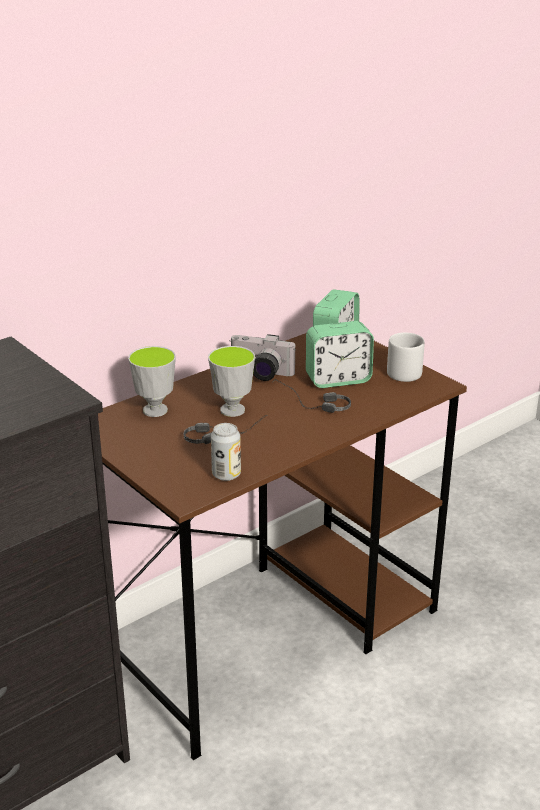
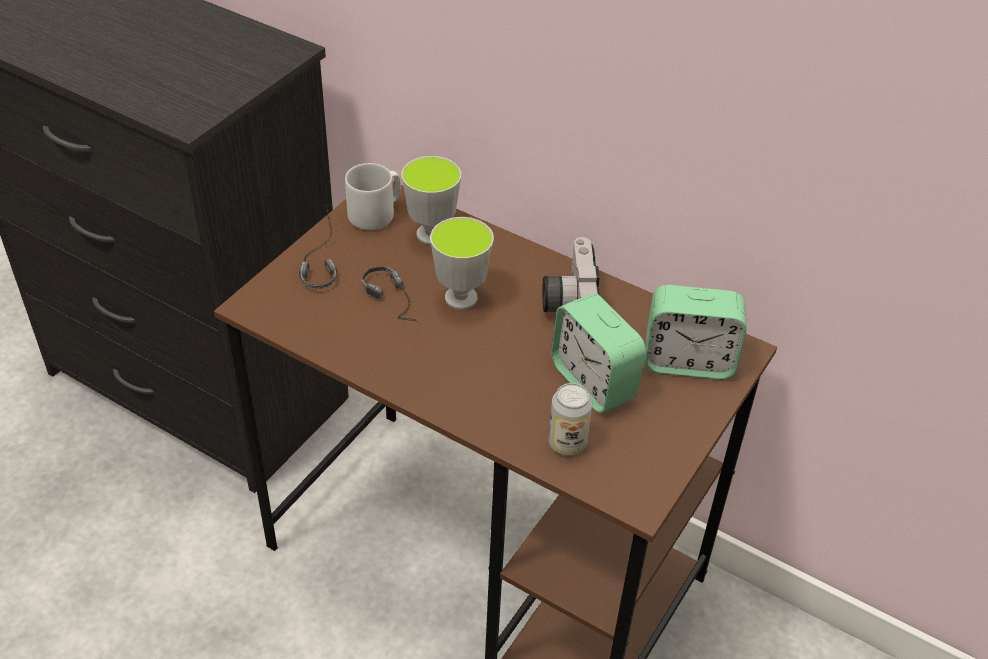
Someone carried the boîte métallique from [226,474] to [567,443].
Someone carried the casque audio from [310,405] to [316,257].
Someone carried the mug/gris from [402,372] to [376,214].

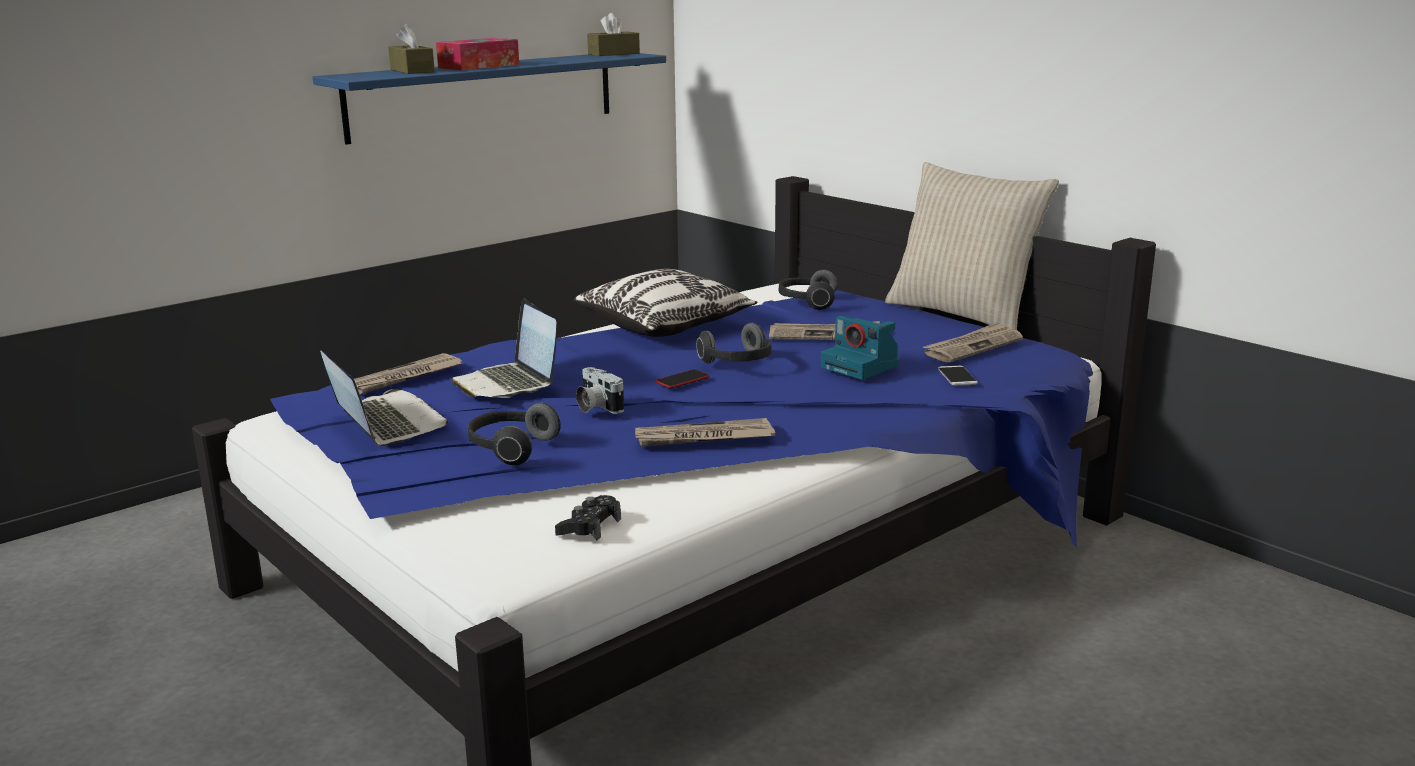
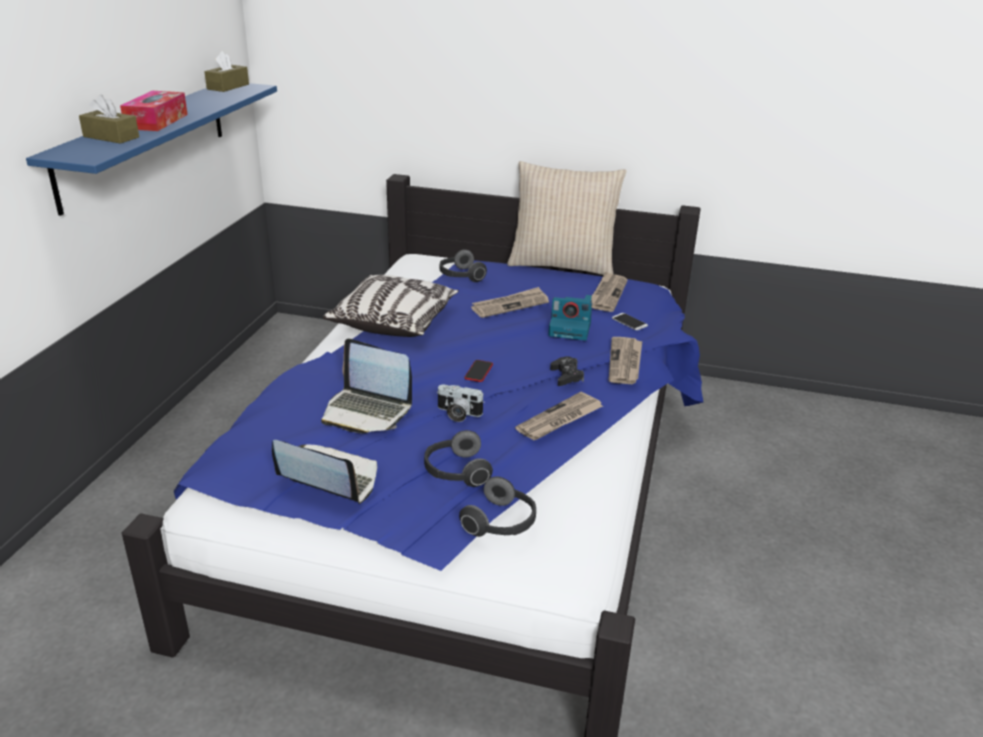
Someone carried the journal from [404,378] to [625,362].
Someone carried the manette/noir from [589,526] to [566,376].
Someone carried the casque audio from [738,363] to [501,524].

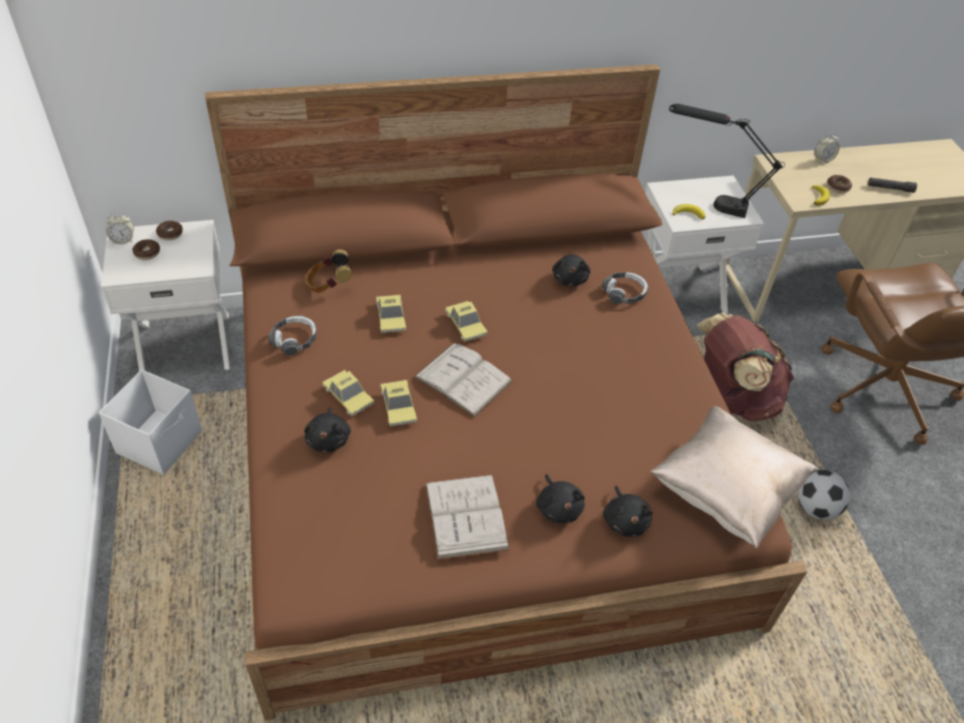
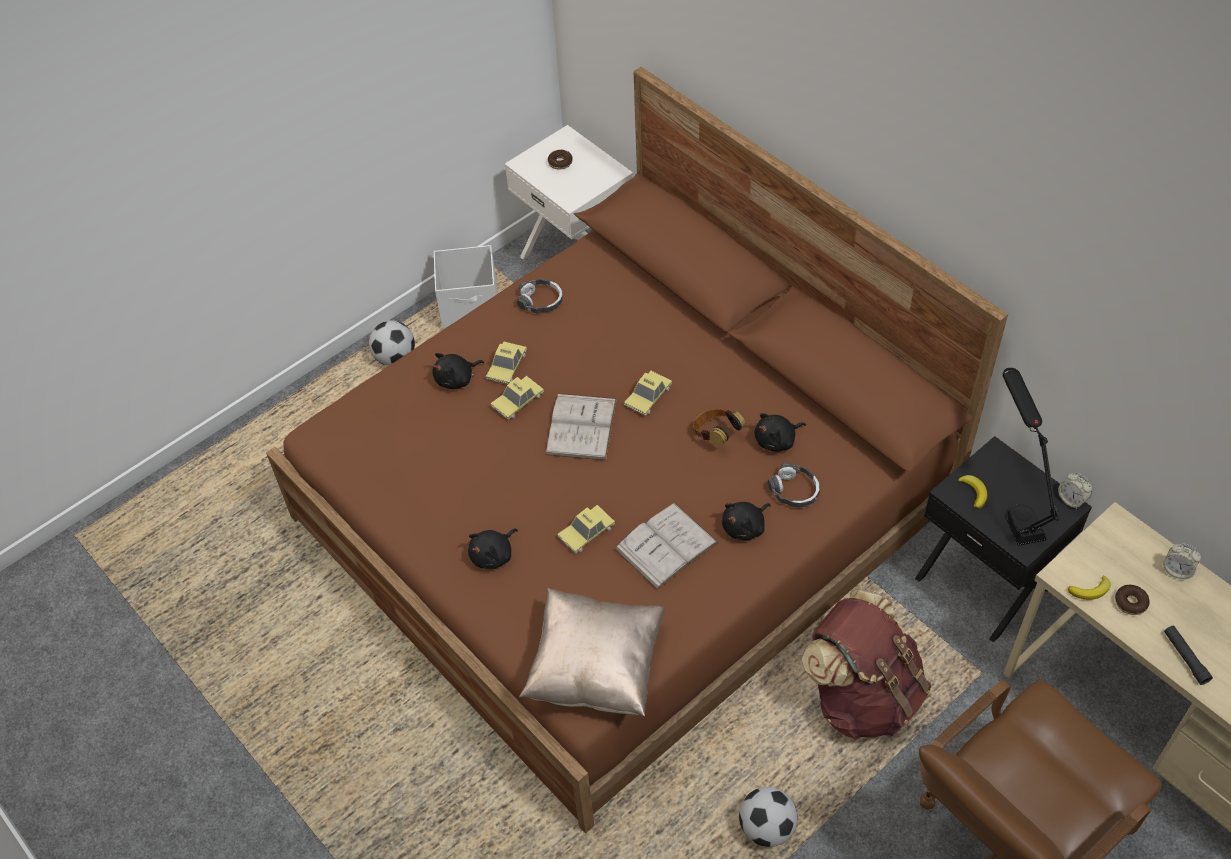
Someone took away the beignet at [170,234].
Someone put down the ballon de foot at [395,358].
Someone carried the réveil from [123,240] to [1071,499].
Someone carried the casque audio from [328,285] to [715,435].
Someone carried the petite voiture from [391,317] to [586,532].
Someone carried the livre/blanc from [466,516] to [666,545].
Someone carried the peluche/noir from [625,520] to [745,527].
Someone repainted the table de chevet/blanc at [678,291], which became the table de chevet/noir at [985,581].

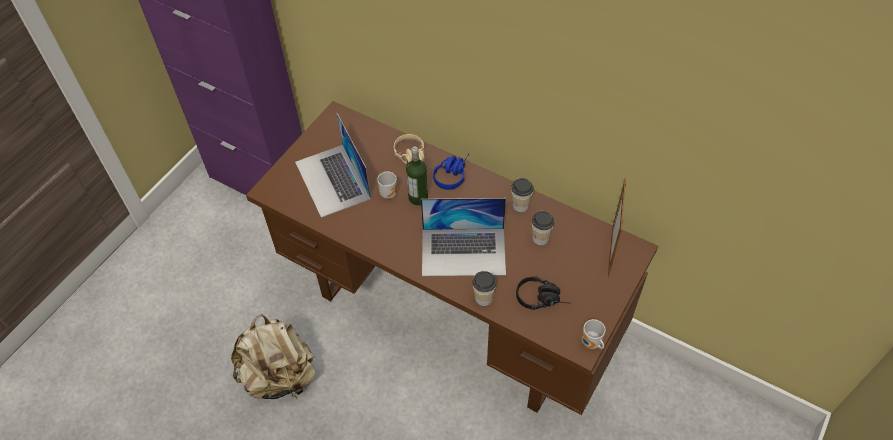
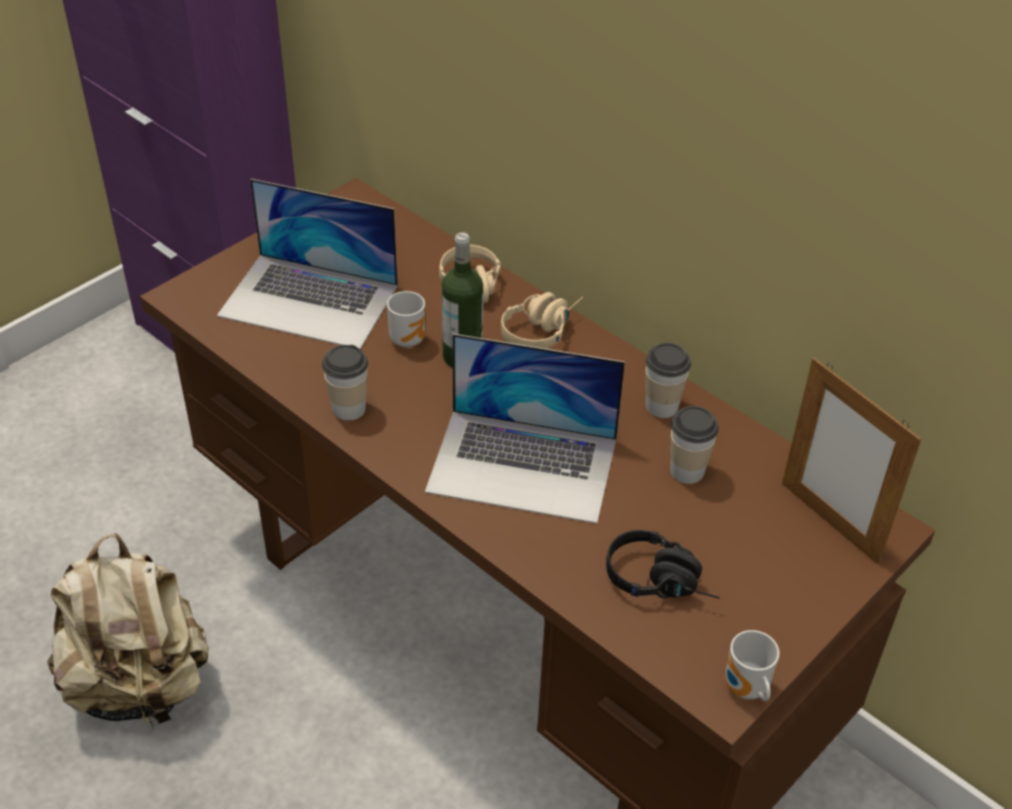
Someone carried the tasse from [483,298] to [348,408].
Someone repainted the casque audio/bleu at [452,174], which became the casque audio/beige at [542,329].
Someone rotated the ordinateur portable at [333,180] by 60 degrees counterclockwise.
Someone rotated the cadre photo at [610,252] by 60 degrees counterclockwise.

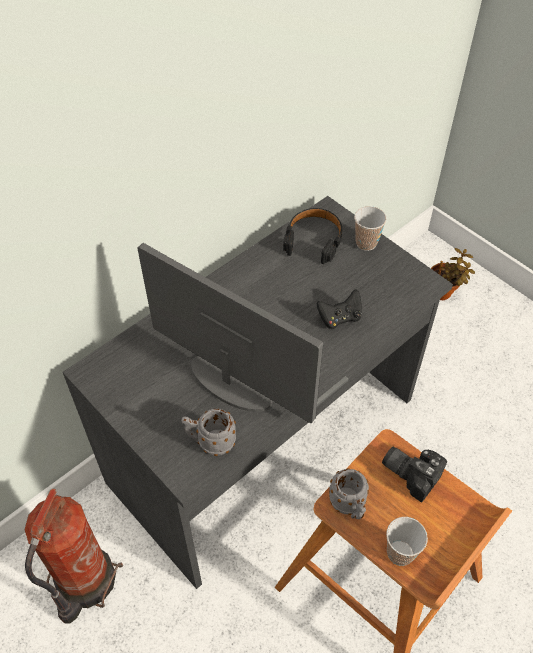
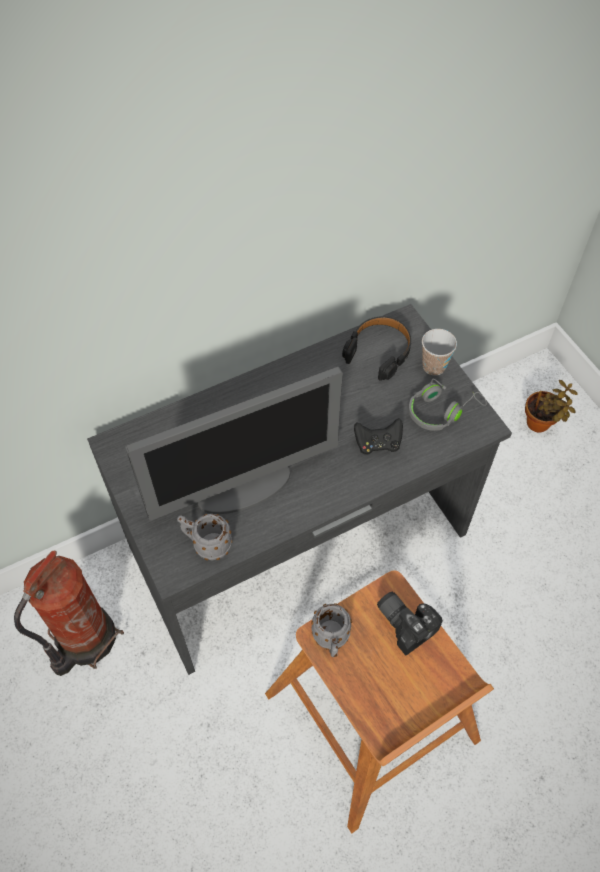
Someone took away the tasse at [400,553].
Someone put down the casque audio/gris at [441,411].
Someone rotated the écran d'ordinateur at [230,382] by 105 degrees clockwise.

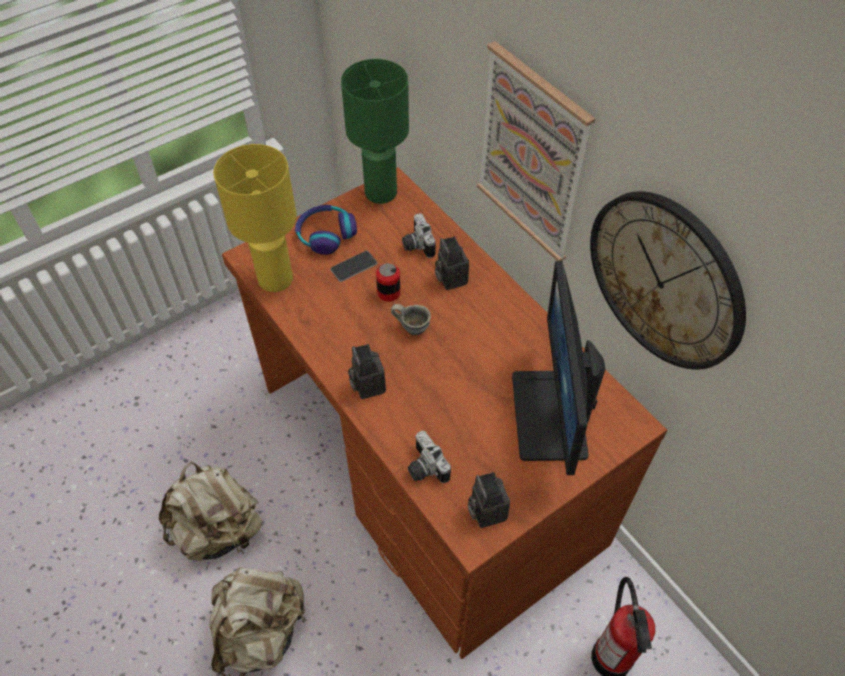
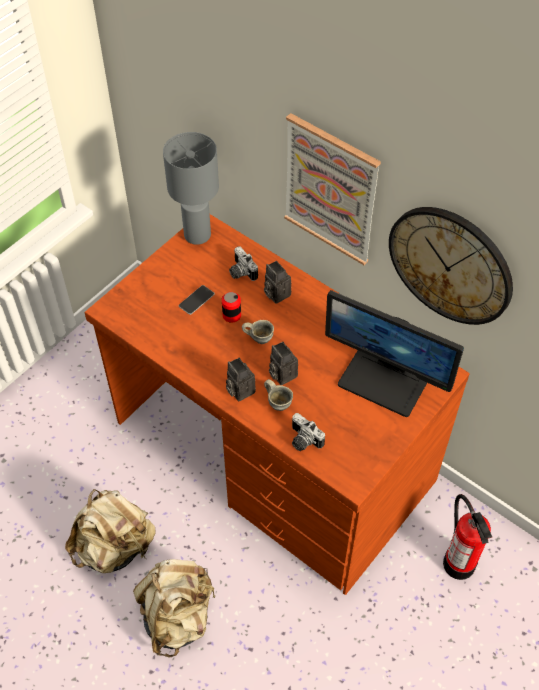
Someone took away the lampe de table/jaune at [275,278].
Someone took away the casque audio at [326,234].
Someone put down the mug/gris at [279,403].
Someone carried the appareil photo from [485,510] to [281,374].
Someone repainted the lampe de table/vert at [380,193], which became the lampe de table/gris at [197,235].
Someone rotated the écran d'ordinateur at [551,415] by 45 degrees counterclockwise.

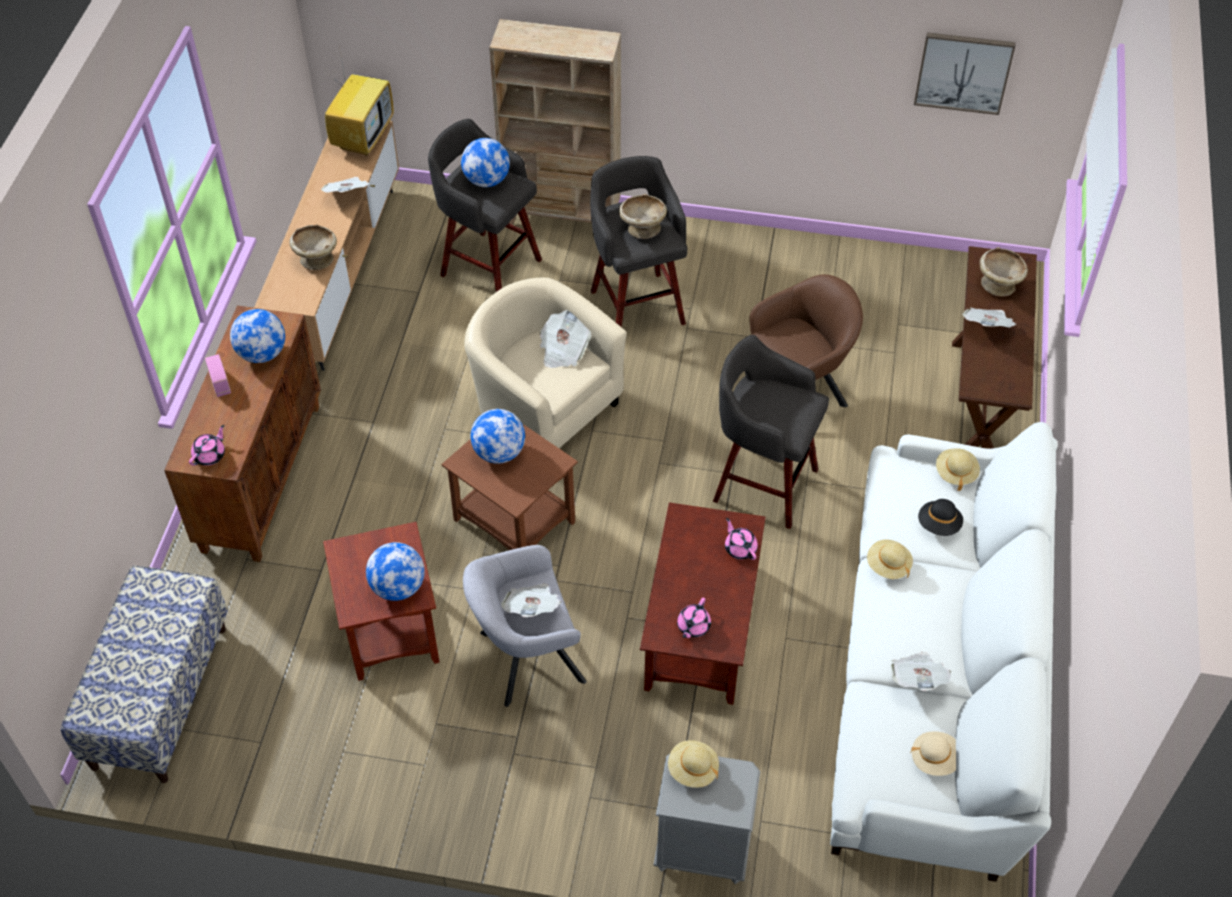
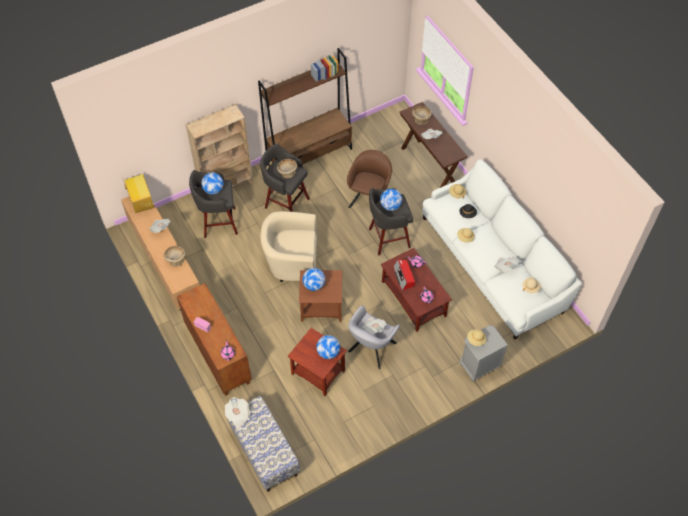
Someone took away the tableau at [963,72].
Someone put down the bibliothèque/marron at [310,156].
Someone put down the radio at [404,277].
Someone carried the globe from [262,354] to [390,206].
Someone carried the journal from [563,350] to [238,415].

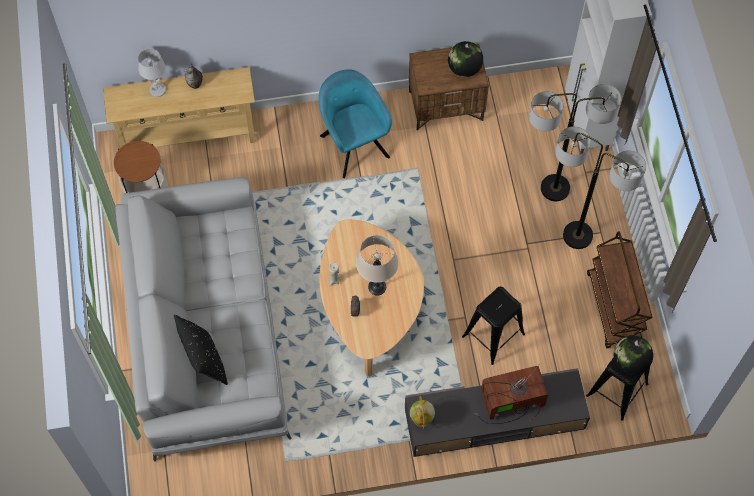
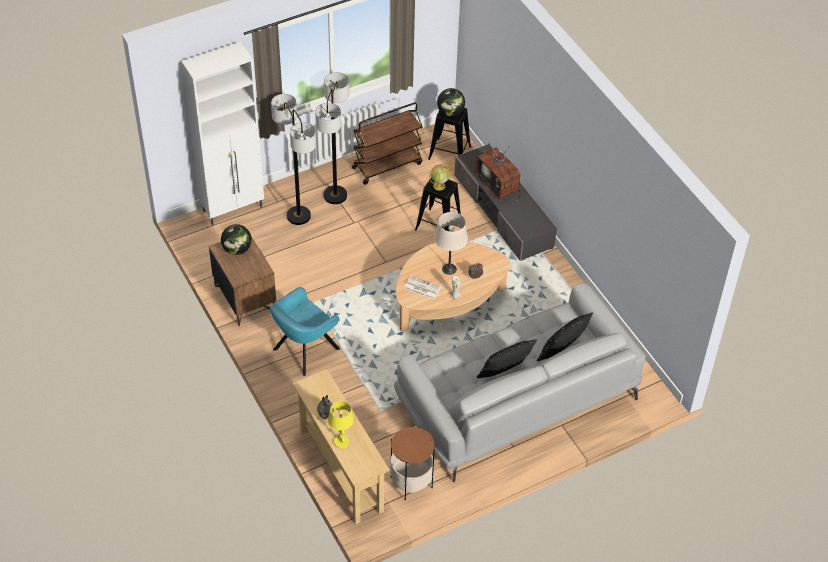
Someone put down the journal at [421,288].
Someone put down the coussin/noir at [504,374].
Someone carried the globe from [421,419] to [439,185].
Someone repainted the lampe de table/blanc at [157,90], which became the lampe de table/jaune at [341,442].

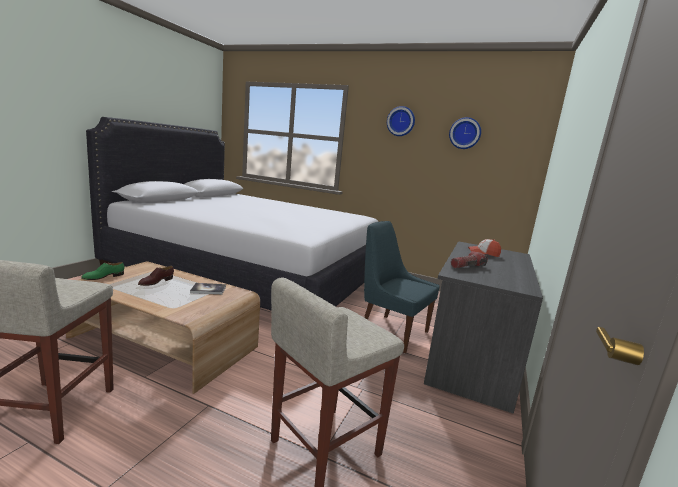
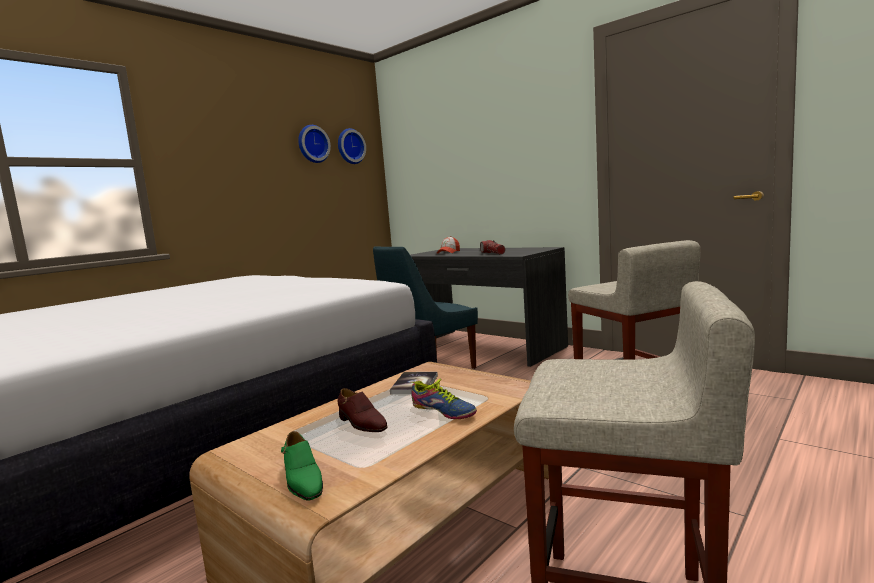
Someone put down the chaussure at [442,412].
Someone carried the horloge murale from [401,121] to [350,146].

